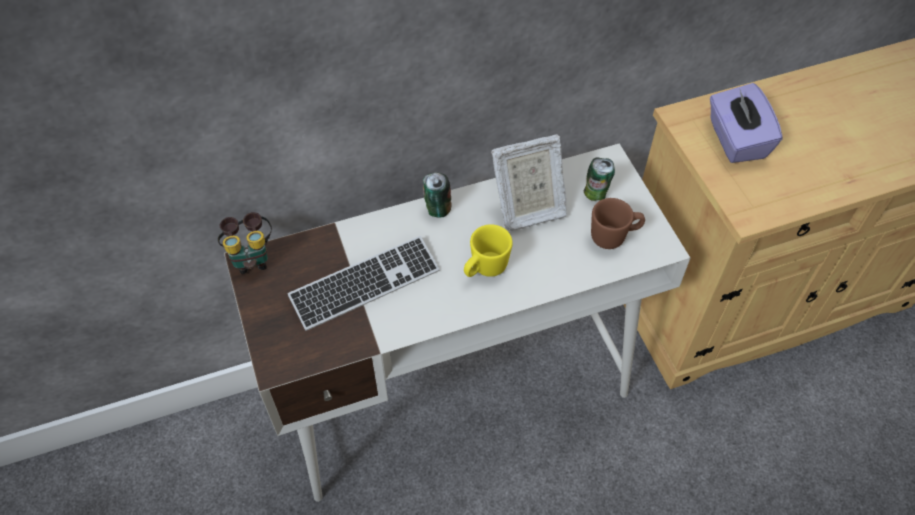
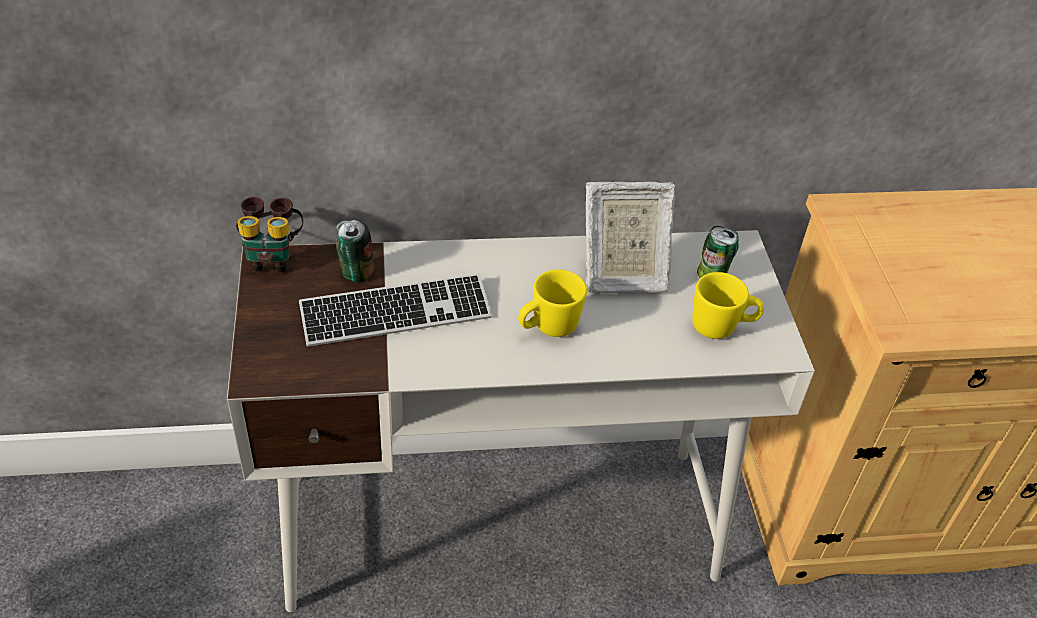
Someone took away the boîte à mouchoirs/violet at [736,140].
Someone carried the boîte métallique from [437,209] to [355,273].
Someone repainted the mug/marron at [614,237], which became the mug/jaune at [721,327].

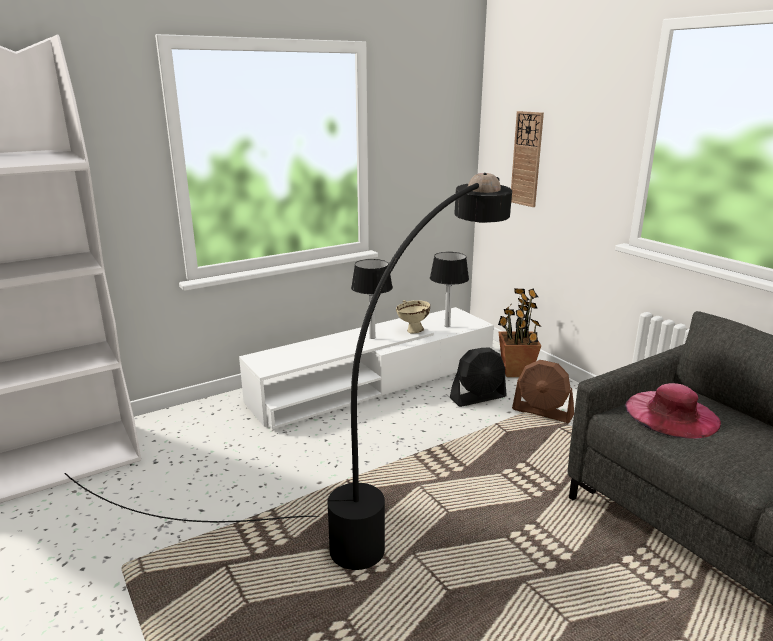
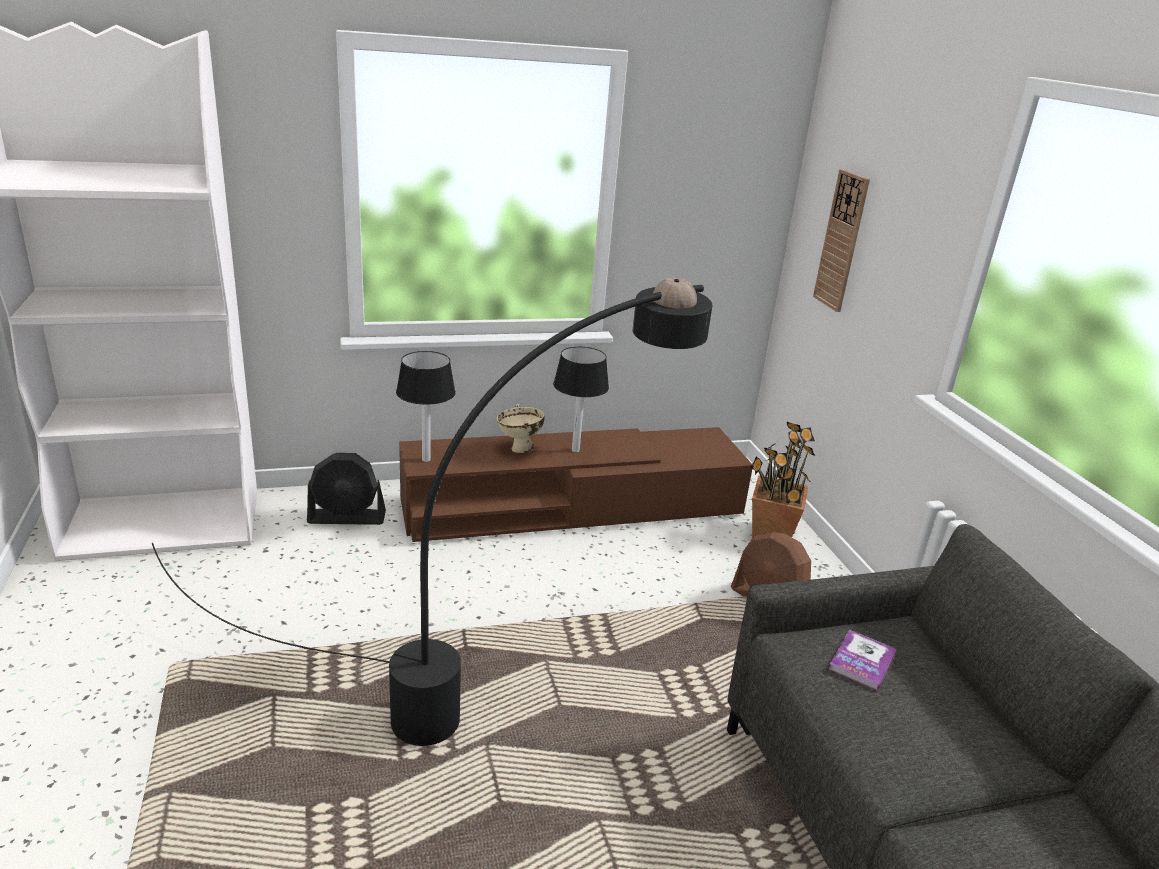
Someone carried the bol/beige from [413,331] to [519,449].
Someone carried the lampe de table from [447,326] to [426,460].
Someone carried the ventilateur/noir from [478,397] to [347,517].
Someone swapped the chapeau/rose at [672,414] for the livre at [862,661].
Someone repainted the meuble télé/blanc at [375,382], which became the meuble télé/marron at [573,507].

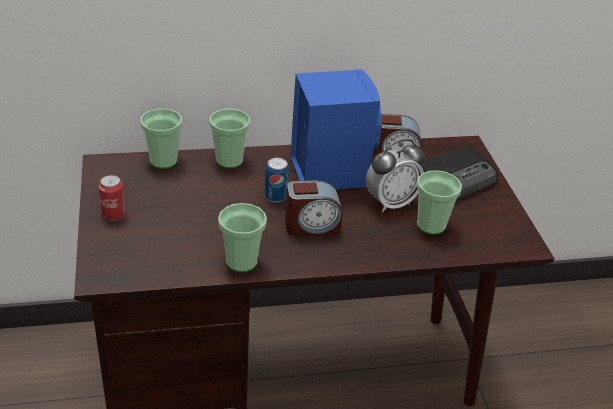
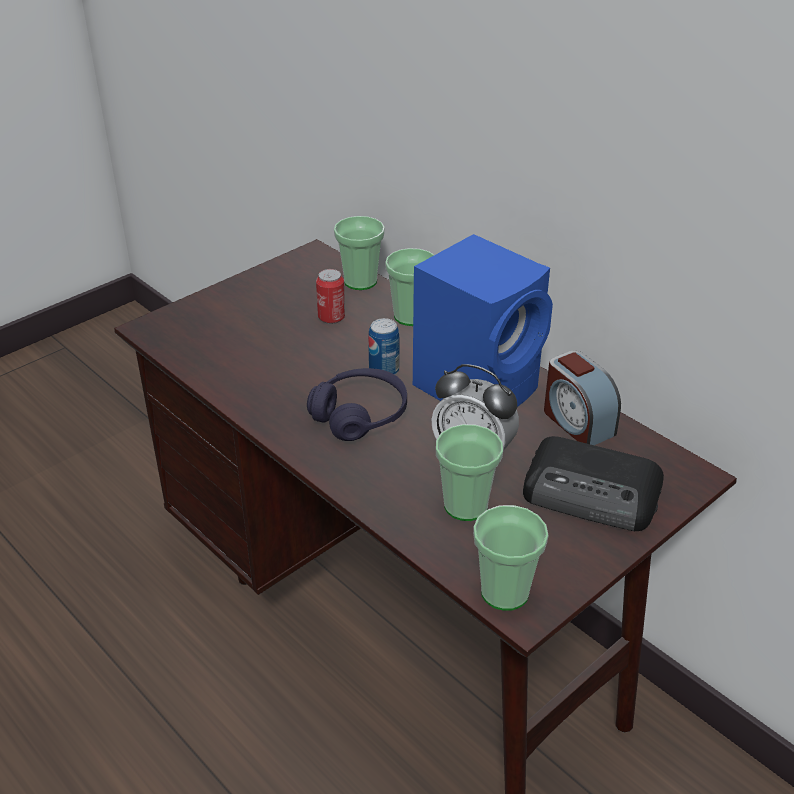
Someone carried the boîte métallique from [113,215] to [331,317].
Someone carried the tasse from [241,262] to [504,592].
Someone swapped the réveil at [312,225] for the casque audio/violet at [360,415].

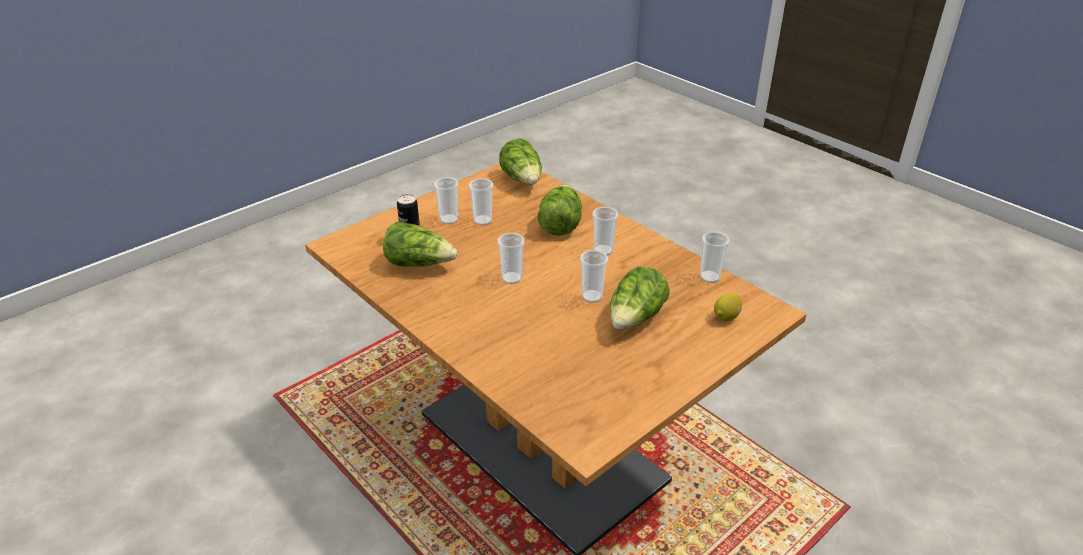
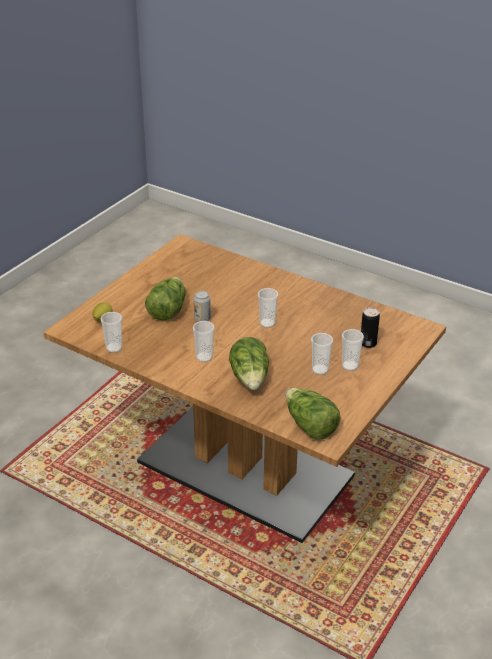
Someone took away the laitue at [419,263].
Someone swapped the tasse at [592,296] for the boîte métallique at [202,319].

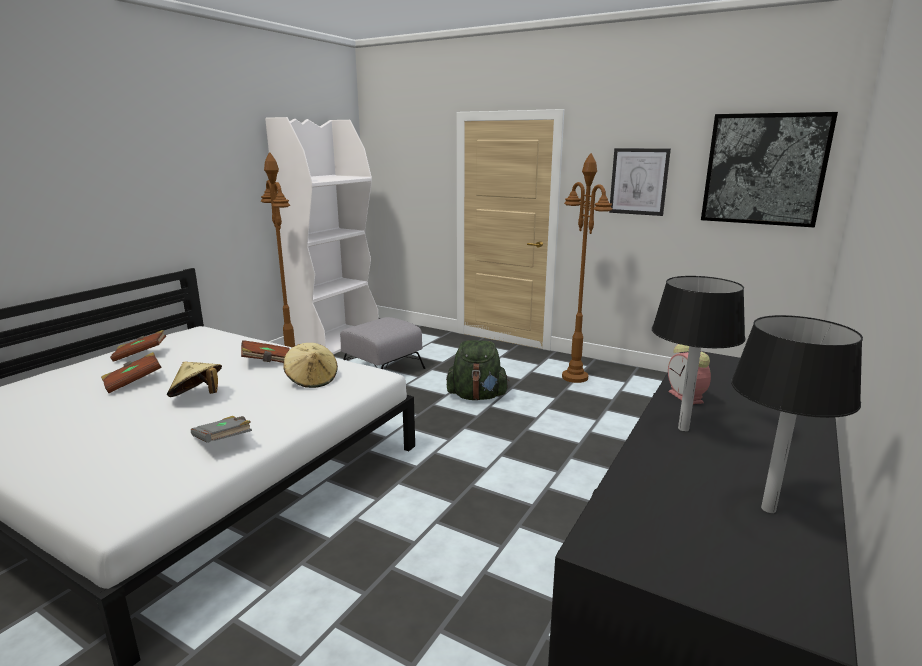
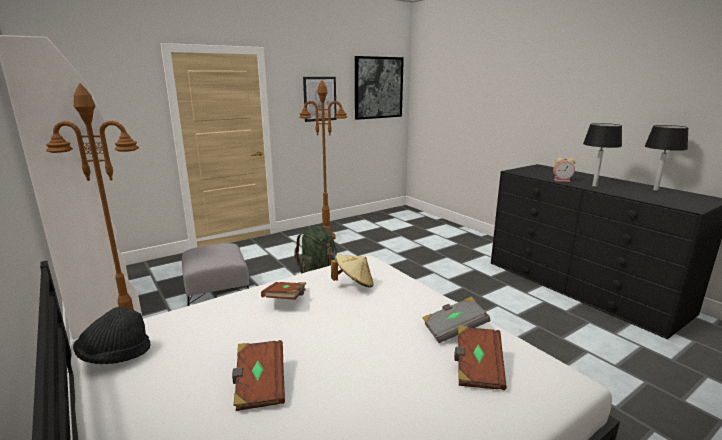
Someone took away the chapeau/beige at [198,396].
Someone put down the chapeau/noir at [115,356].
Someone carried the livre/marron from [141,355] to [477,368].

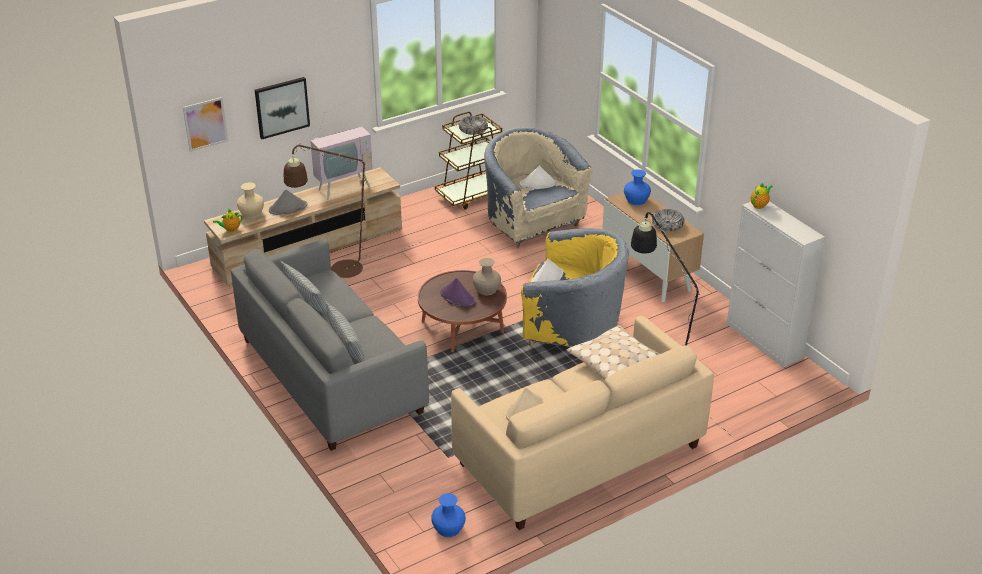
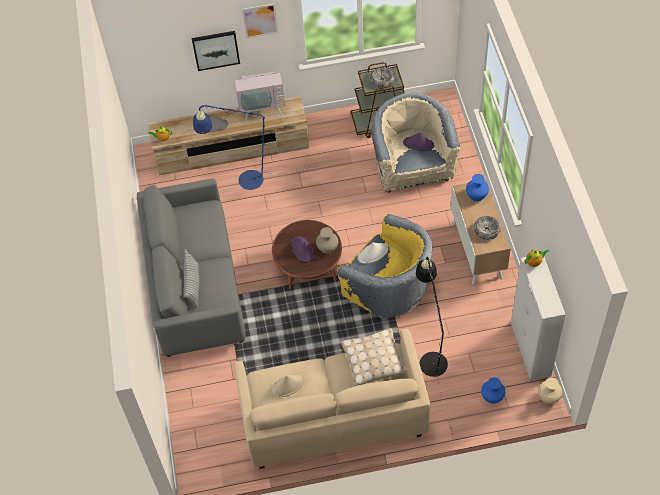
Someone took away the coussin at [305,301].
Someone carried the tableau from [205,124] to [260,20].
Someone carried the vase/beige from [251,213] to [549,396].
Someone carried the vase/bleu from [448,528] to [492,396].
Someone repainted the lampadaire/marron at [339,271], which became the lampadaire/bleu at [244,181].
Someone repainted the chapeau/blanc at [538,184], which became the chapeau/violet at [418,144].

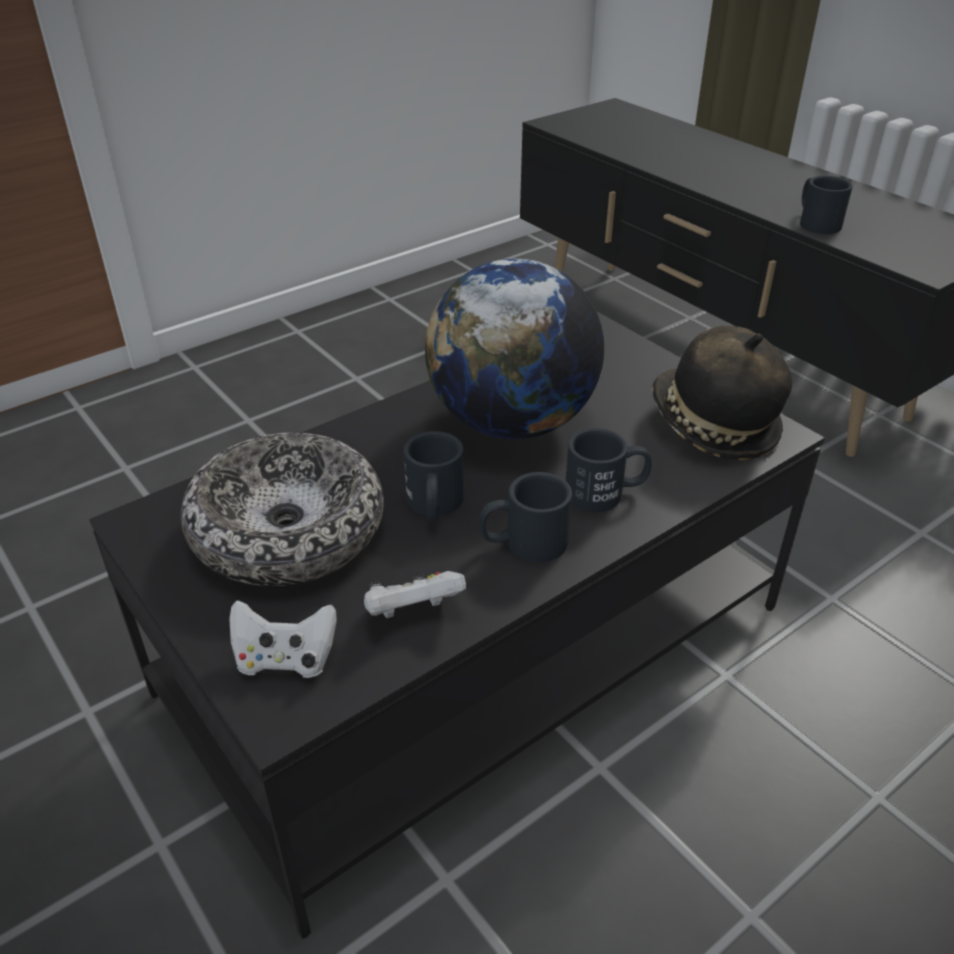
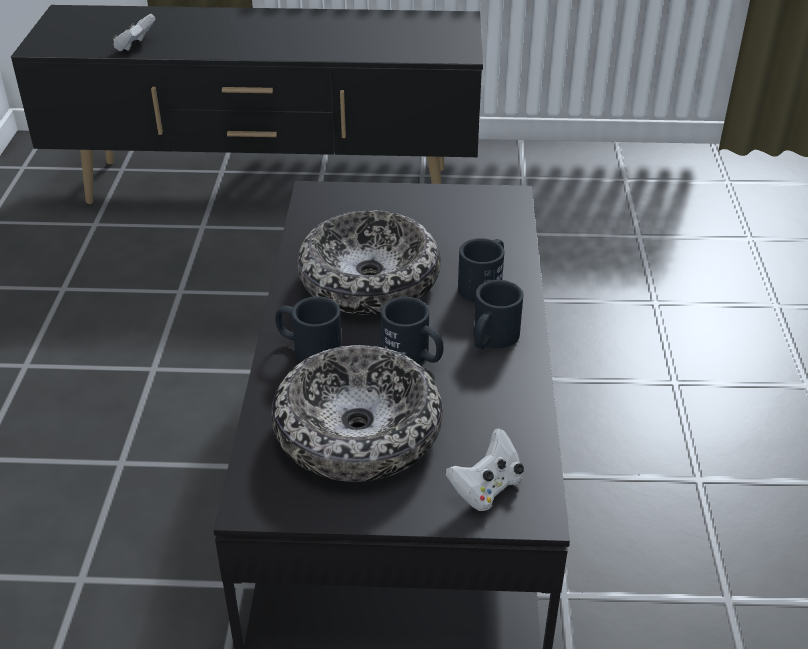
Someone took away the chapeau at [712,426].
Someone carried the manette/blanc from [413,613] to [135,46].
Someone carried the mug/noir from [815,222] to [308,348].
Someone swapped the globe at [512,423] for the bol at [369,280].

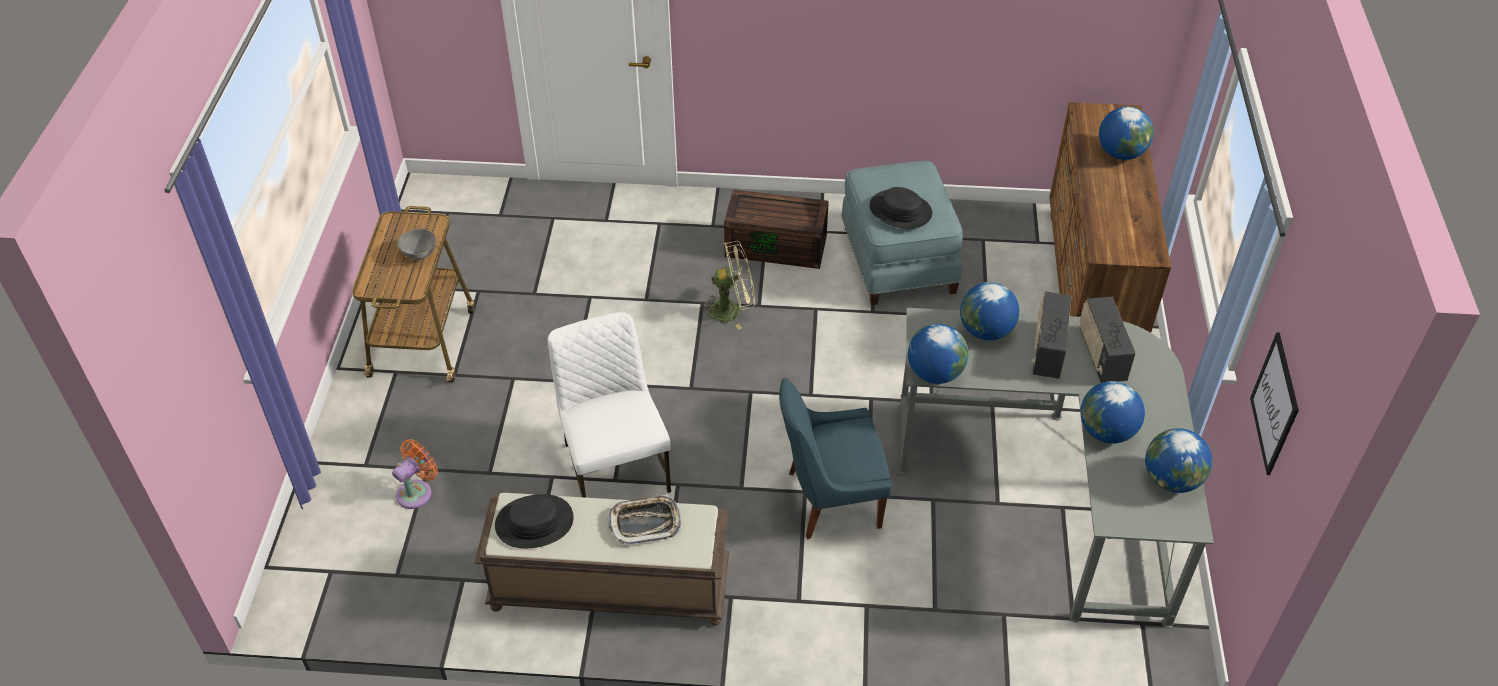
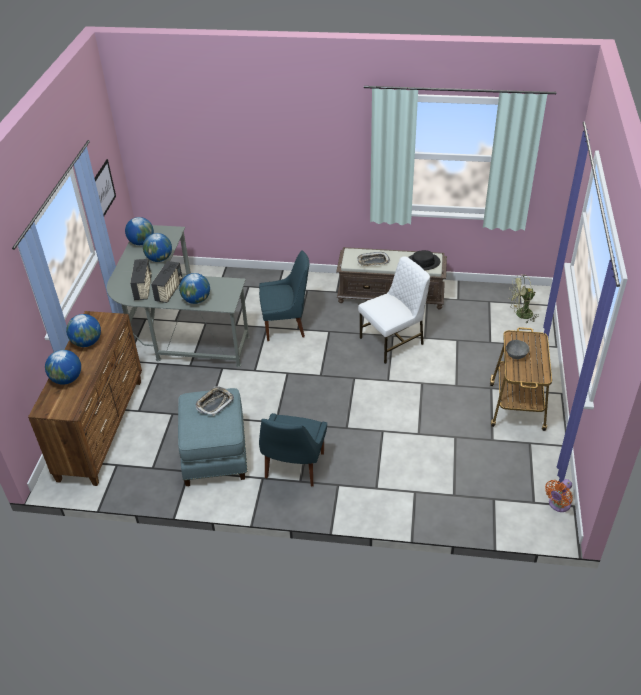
Someone carried the ventilateur/orange from [417,492] to [558,504].
Someone carried the ventilateur/vert from [732,310] to [520,314].
Someone carried the globe from [934,373] to [87,342].
Someone swapped the boîte de rangement/marron at [777,245] for the chaise/bleu at [293,467].
Someone swapped the chapeau/noir at [900,210] for the plateau at [214,403].
Someone rotated the chaise/blanc at [615,466] by 105 degrees counterclockwise.

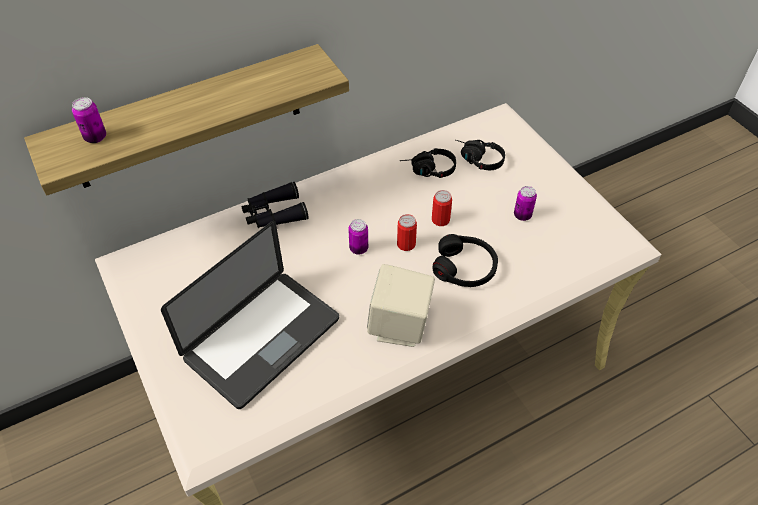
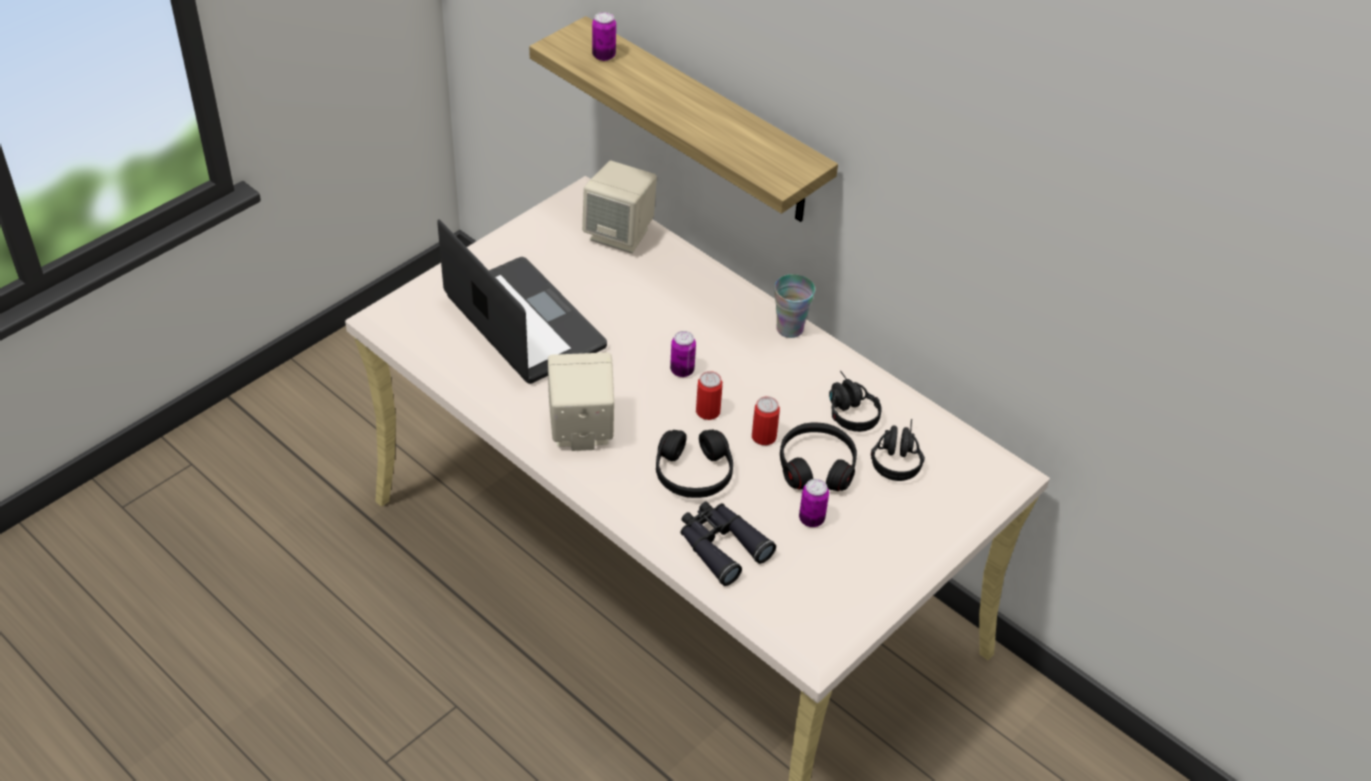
Someone put down the enceinte/beige at [620,234].
Someone put down the tasse at [789,329].
Someone put down the casque audio/noir at [816,465].
Someone carried the jumelles/noir from [274,214] to [720,546].
Someone rotated the ordinateur portable at [262,339] by 150 degrees counterclockwise.

